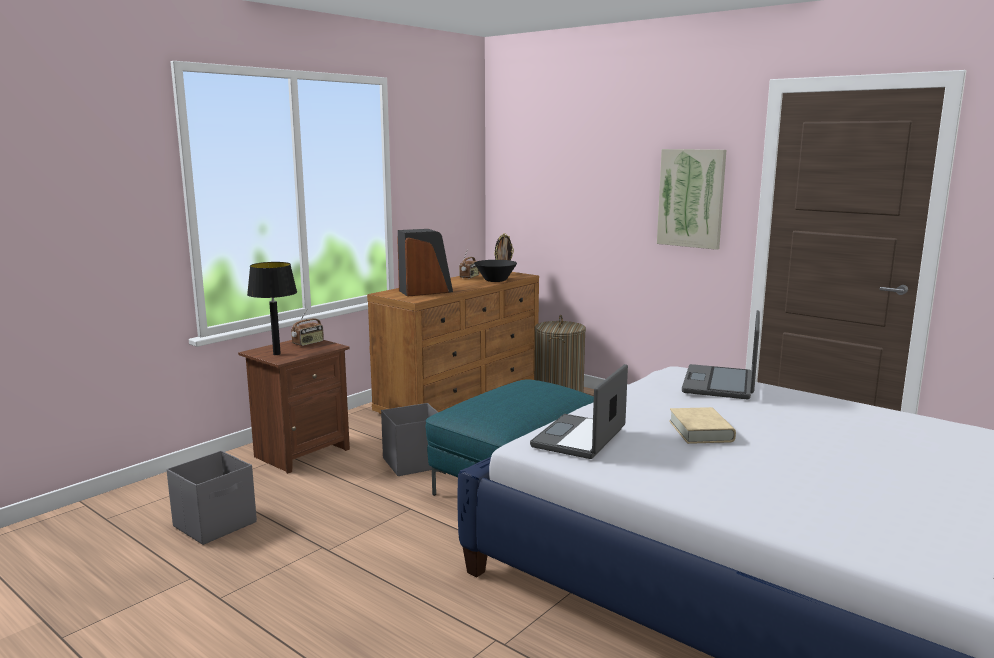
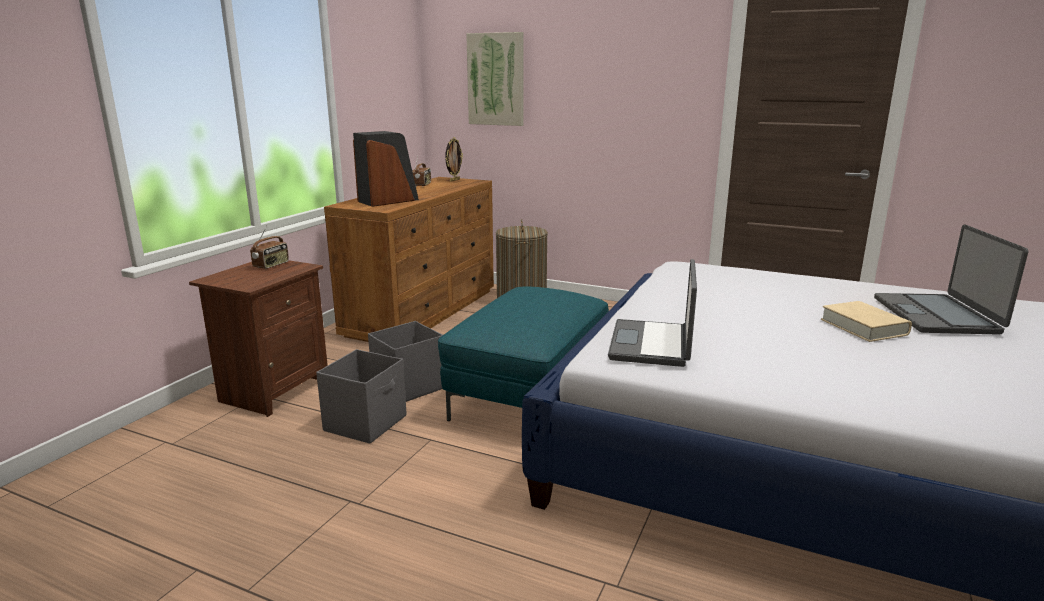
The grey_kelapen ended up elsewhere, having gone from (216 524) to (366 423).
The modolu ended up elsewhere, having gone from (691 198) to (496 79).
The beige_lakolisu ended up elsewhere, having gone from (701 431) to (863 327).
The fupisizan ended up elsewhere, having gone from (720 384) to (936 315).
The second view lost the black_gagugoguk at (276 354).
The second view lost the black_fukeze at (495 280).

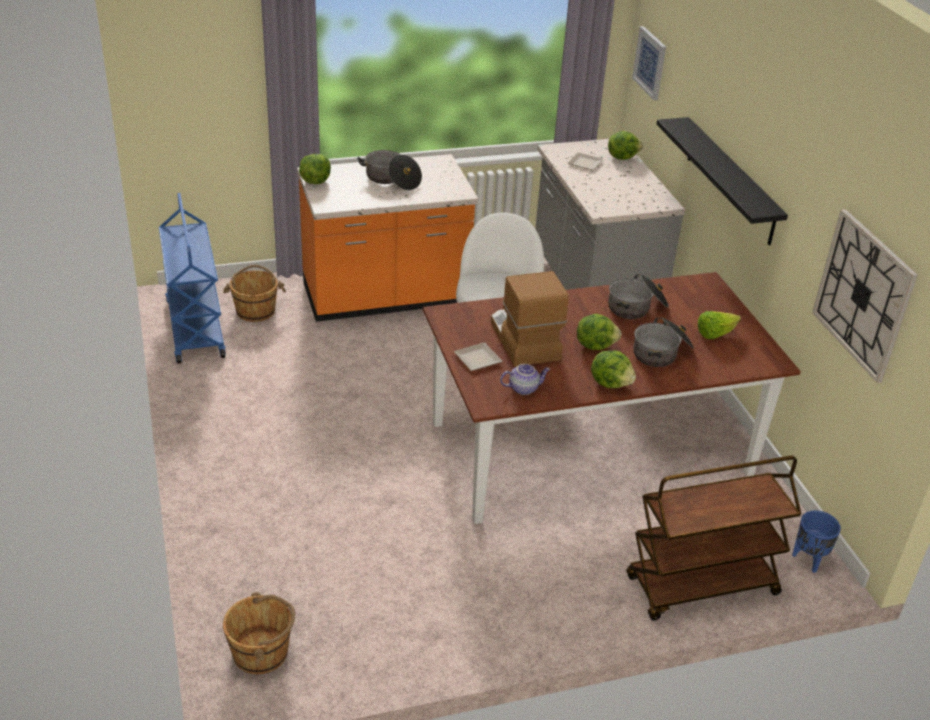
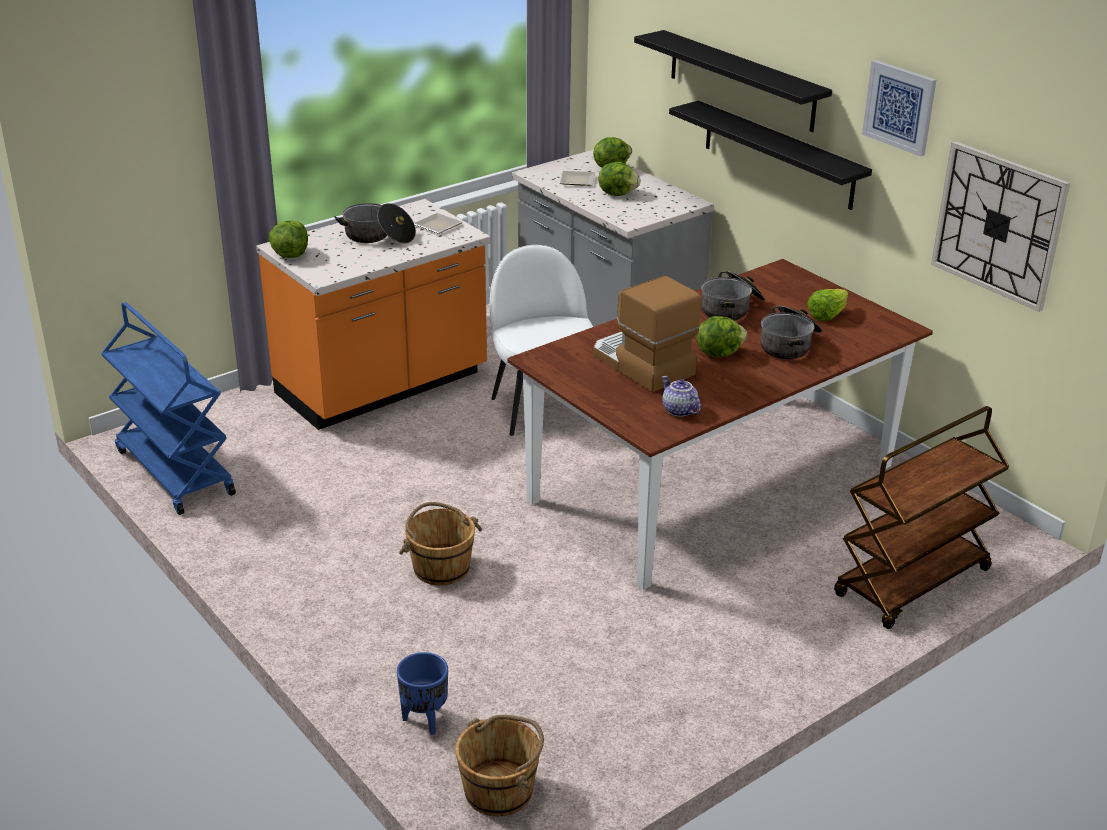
The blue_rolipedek ended up elsewhere, having gone from (809 560) to (425 720).
The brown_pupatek ended up elsewhere, having gone from (255 310) to (441 567).
The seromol ended up elsewhere, having gone from (479 359) to (439 226).
The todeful ended up elsewhere, having gone from (611 383) to (617 193).
The second view gained the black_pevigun at (741 80).
The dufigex at (523 388) ended up facing another way, 90 degrees counterclockwise from before.
The modolu ended up elsewhere, having gone from (650 62) to (900 107).

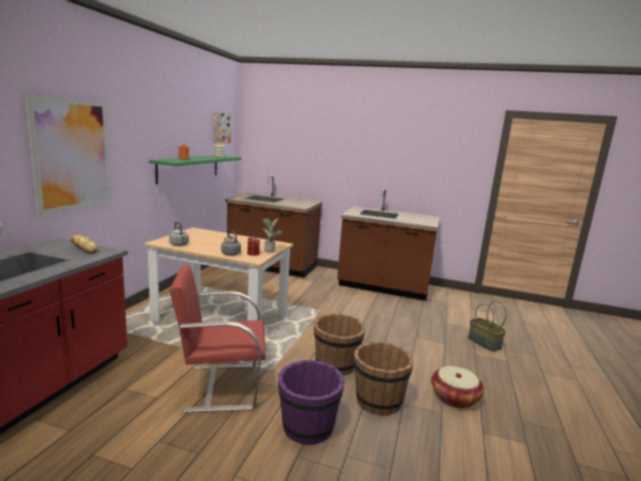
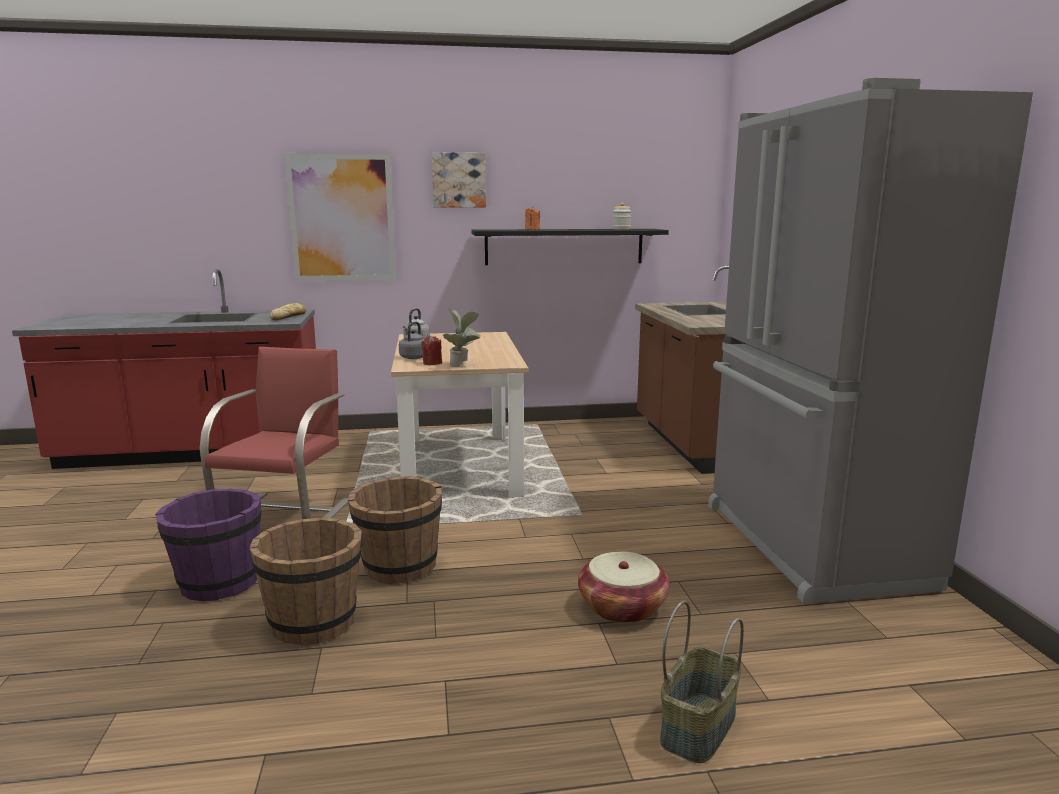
The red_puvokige at (220 386) ended up facing another way, 45 degrees clockwise from before.
The modolu ended up elsewhere, having gone from (221 127) to (458 180).
What was the green_pevigun at (189 168) turned into the black_pevigun at (564 246).
The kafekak ended up elsewhere, having gone from (454 398) to (622 607).
Where the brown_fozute stood at (383 287), the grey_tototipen came to stand at (809 545).

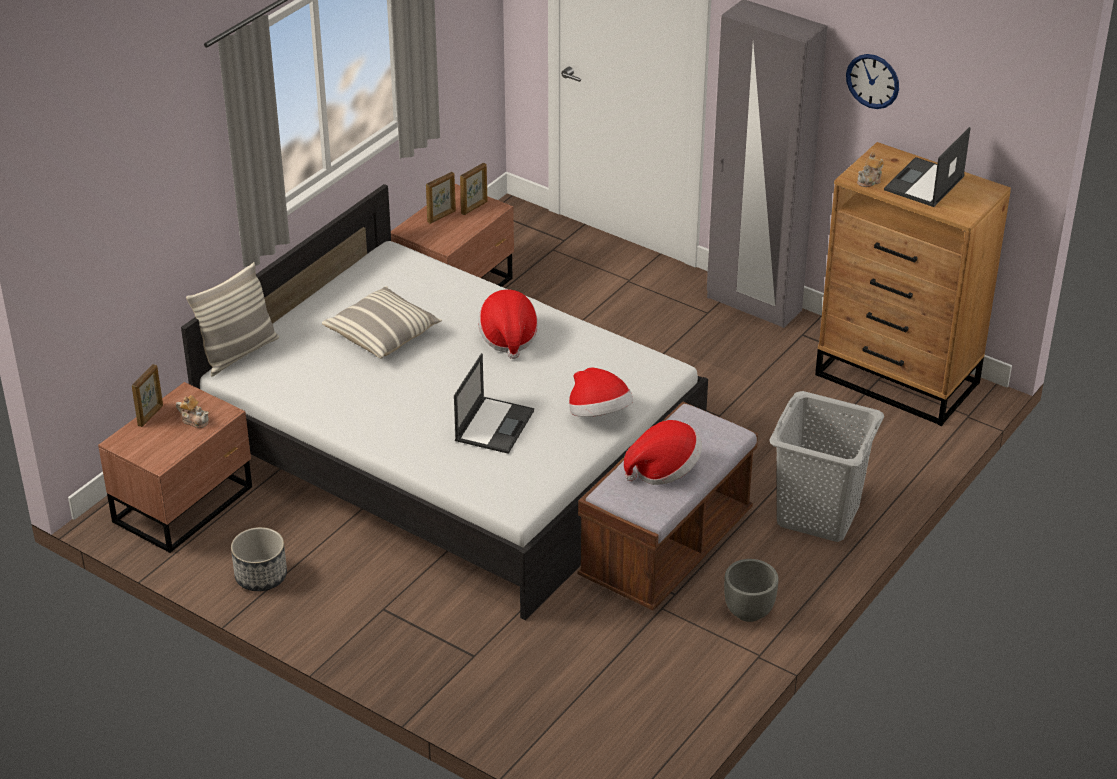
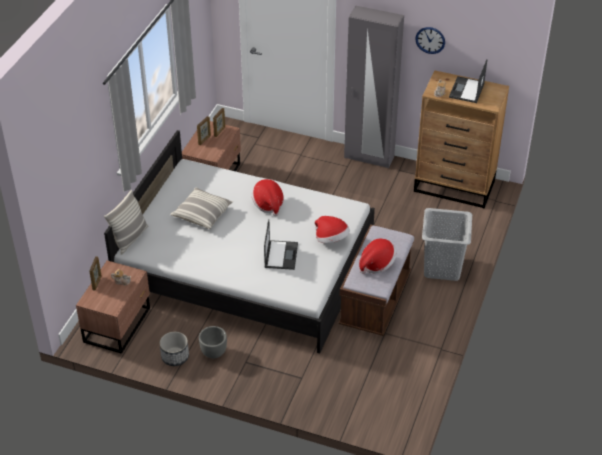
The grey_rolipedek ended up elsewhere, having gone from (748 612) to (213 353).

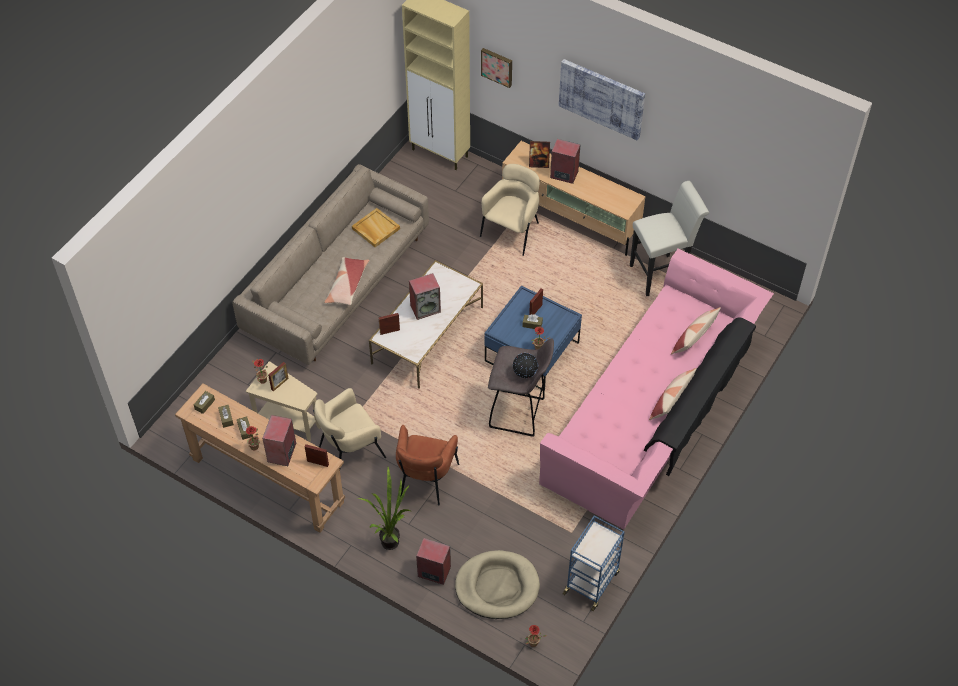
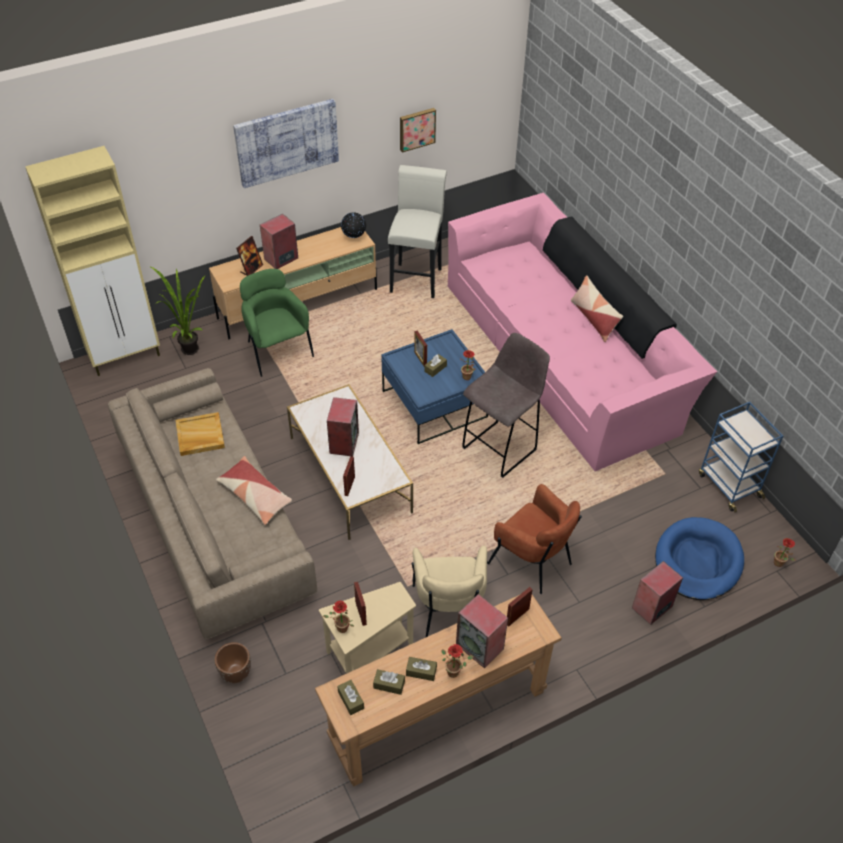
The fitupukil ended up elsewhere, having gone from (392 539) to (188 347).
The second view gained the brown_rolipedek at (235 673).
What was the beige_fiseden at (512 231) turned into the green_fiseden at (277 350).
The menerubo ended up elsewhere, having gone from (524 374) to (354 238).
The modolu ended up elsewhere, having gone from (497 66) to (416 129).
What was the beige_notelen at (497 586) turned into the blue_notelen at (697 561).
The second view lost the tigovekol at (694 338).

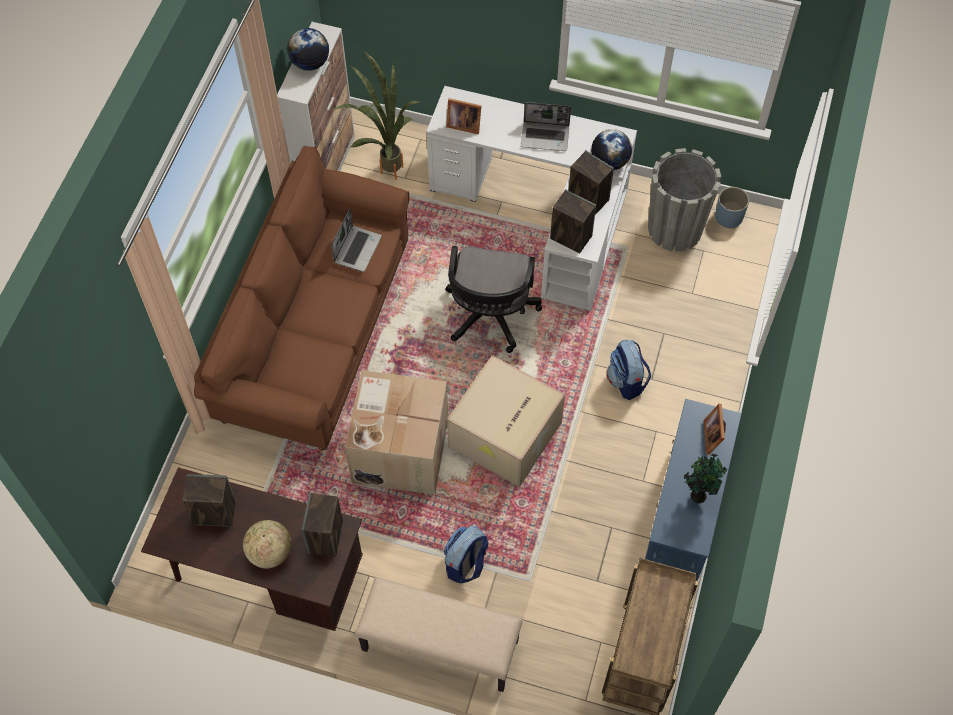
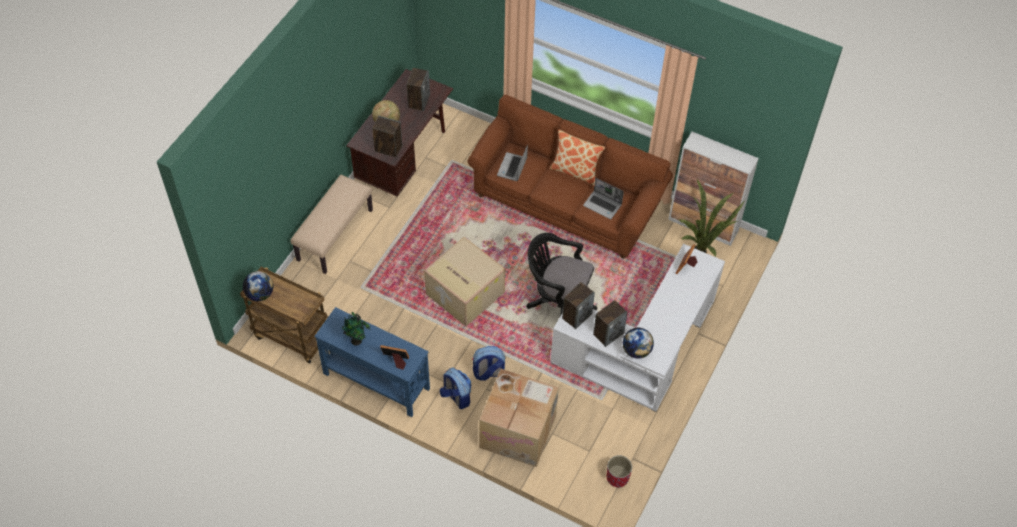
The menerubo ended up elsewhere, having gone from (310 63) to (260 294).
The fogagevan ended up elsewhere, having gone from (466 564) to (456 397).
The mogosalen ended up elsewhere, having gone from (399 450) to (519 431).
The fupisizan ended up elsewhere, having gone from (545 136) to (512 168).
The second view gained the tigovekol at (575 171).
What was the blue_rolipedek at (728 217) turned into the red_rolipedek at (617 477).
The second view lost the grey_rolipedek at (675 229).

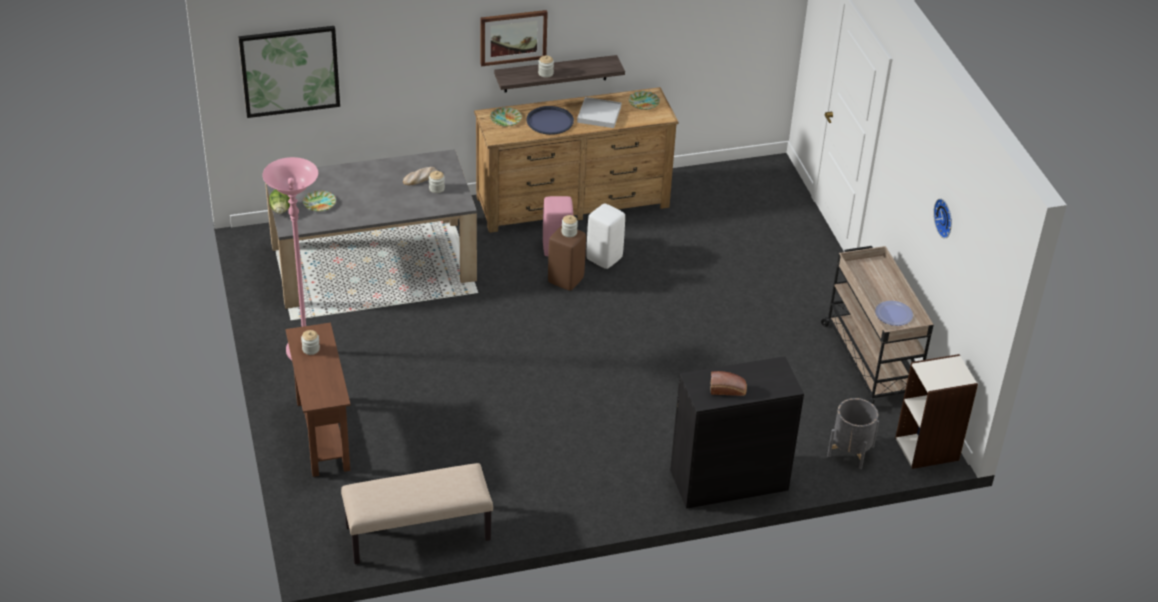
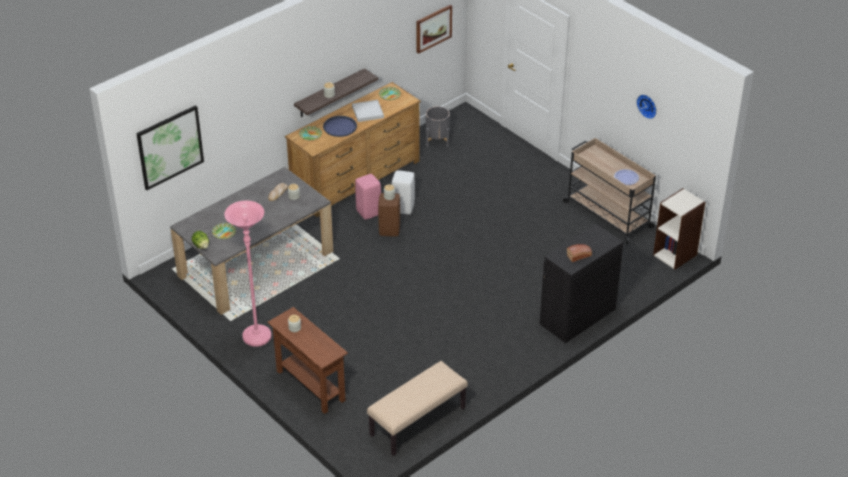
The modolu ended up elsewhere, having gone from (513 37) to (433 28).
The grey_rolipedek ended up elsewhere, having gone from (850 451) to (437 140).

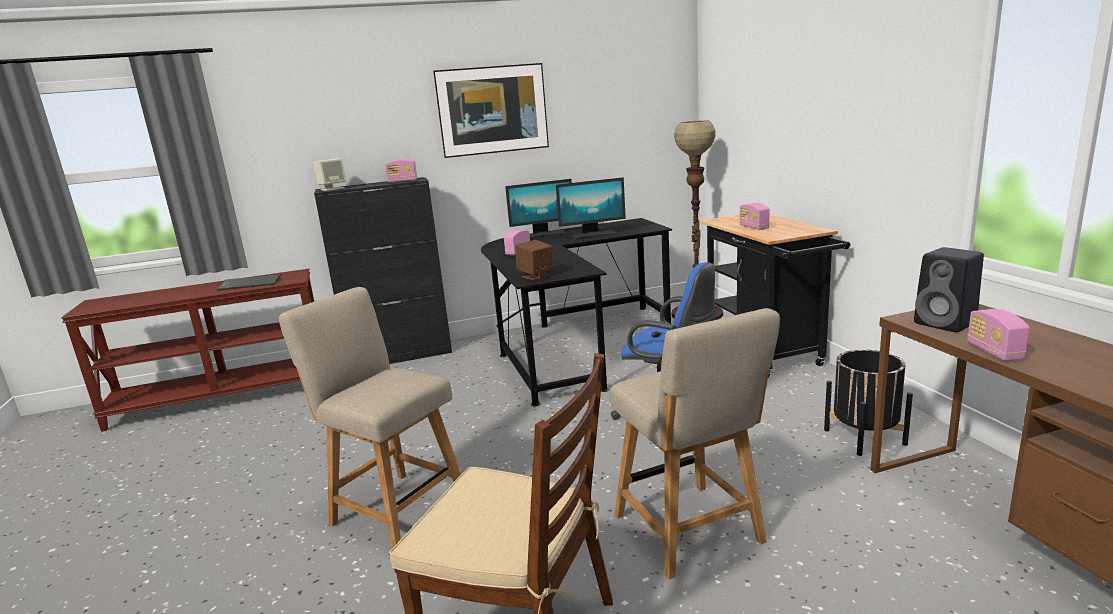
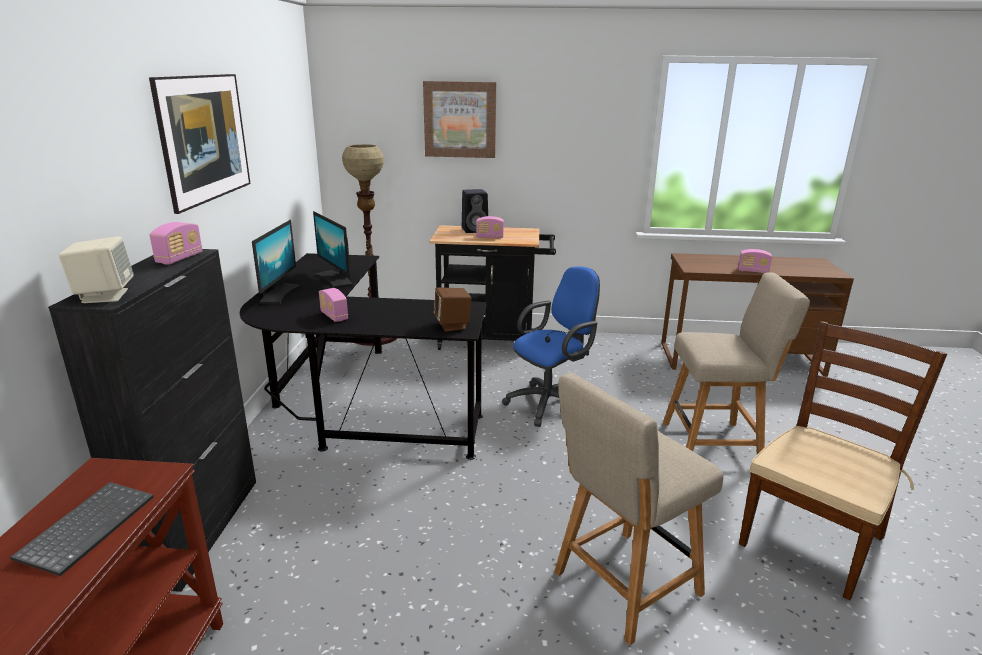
The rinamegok at (593 235) ended up facing another way, 135 degrees clockwise from before.
The second view gained the modolu at (460 119).
The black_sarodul ended up elsewhere, having gone from (947 323) to (475 230).
The second view lost the black_rolipedek at (864 437).

